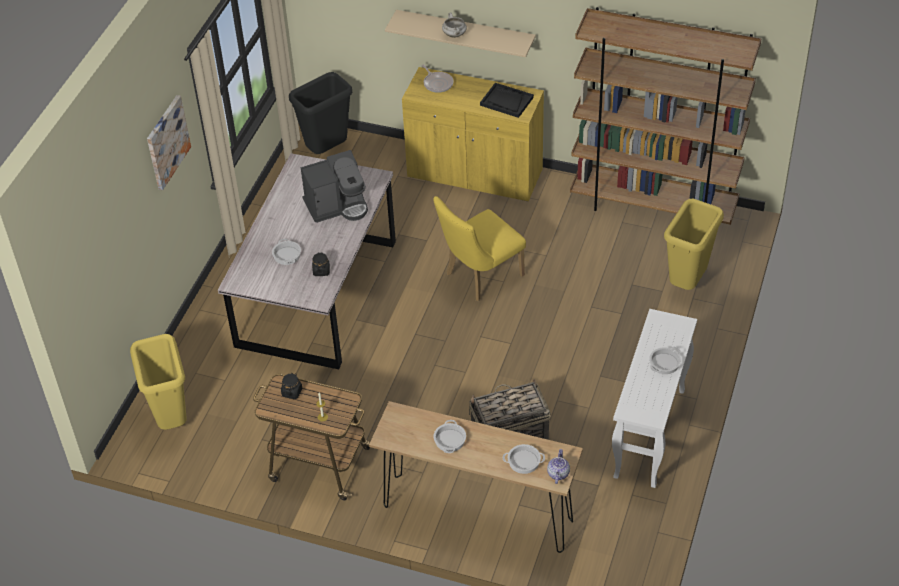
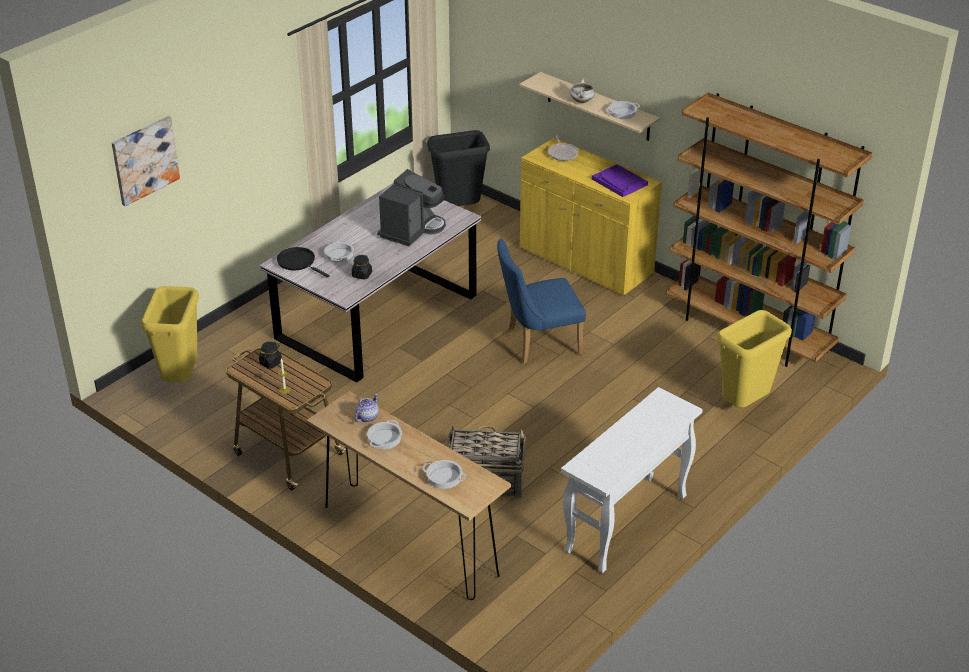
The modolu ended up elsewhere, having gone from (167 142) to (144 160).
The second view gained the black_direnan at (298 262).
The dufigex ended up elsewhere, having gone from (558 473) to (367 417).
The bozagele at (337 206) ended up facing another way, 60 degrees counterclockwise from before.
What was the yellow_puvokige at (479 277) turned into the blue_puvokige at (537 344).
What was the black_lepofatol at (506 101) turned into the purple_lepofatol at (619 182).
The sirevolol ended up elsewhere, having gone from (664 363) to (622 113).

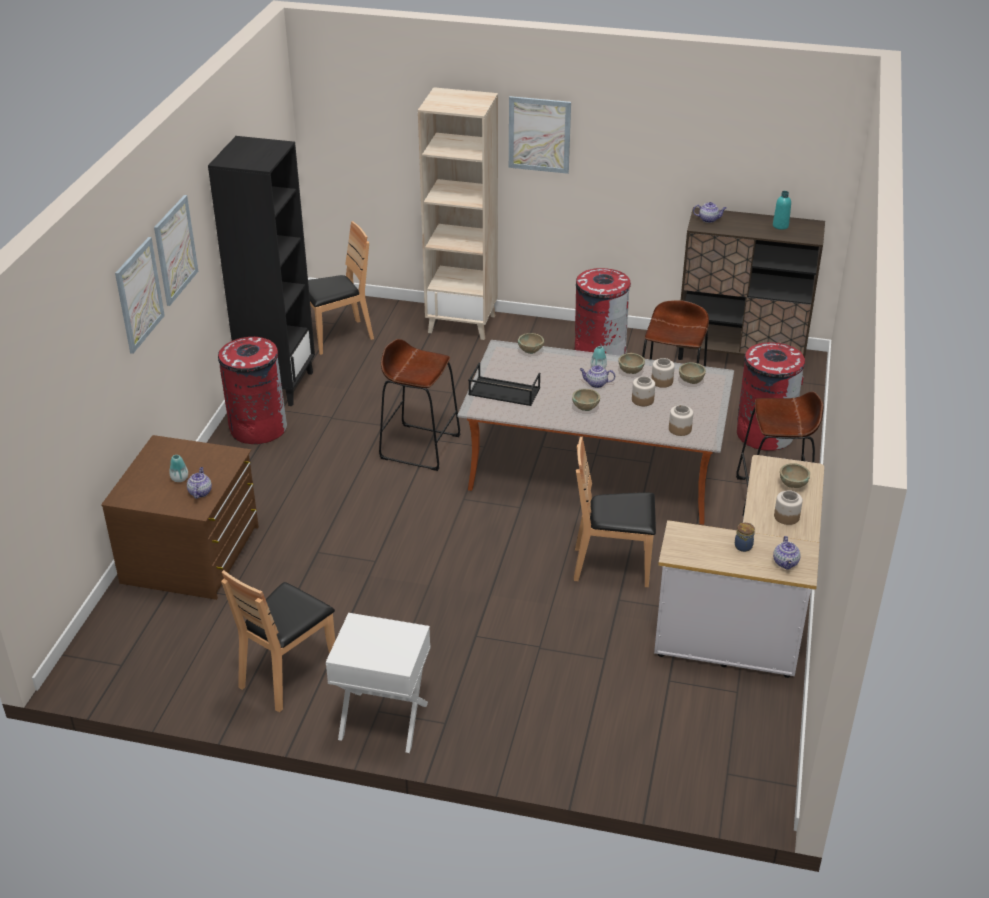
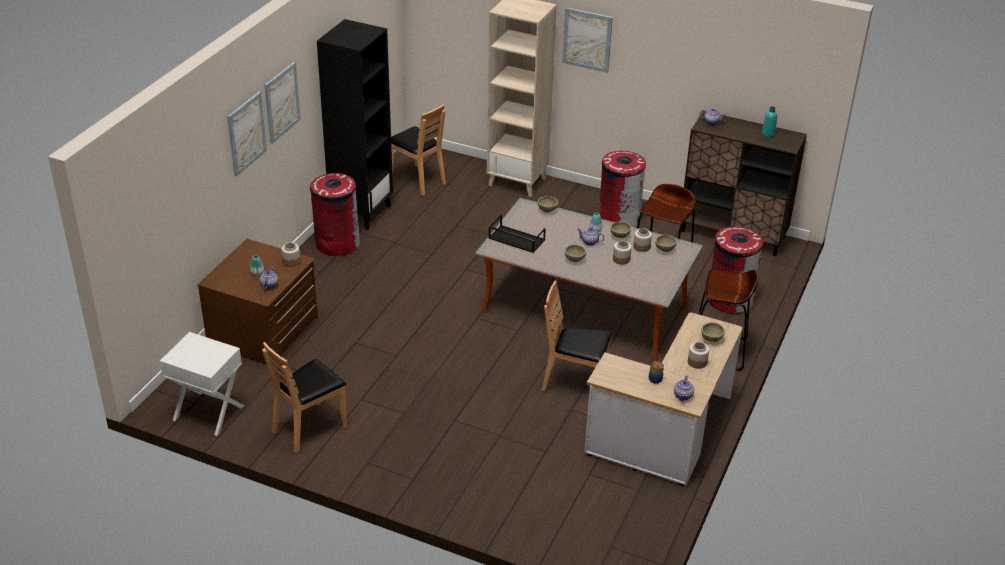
The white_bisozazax ended up elsewhere, having gone from (383 721) to (208 413).
The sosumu ended up elsewhere, having gone from (679 429) to (291 261).
The brown_puvokige at (338 337) ended up facing another way, 60 degrees clockwise from before.
The second view lost the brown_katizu at (420 447).

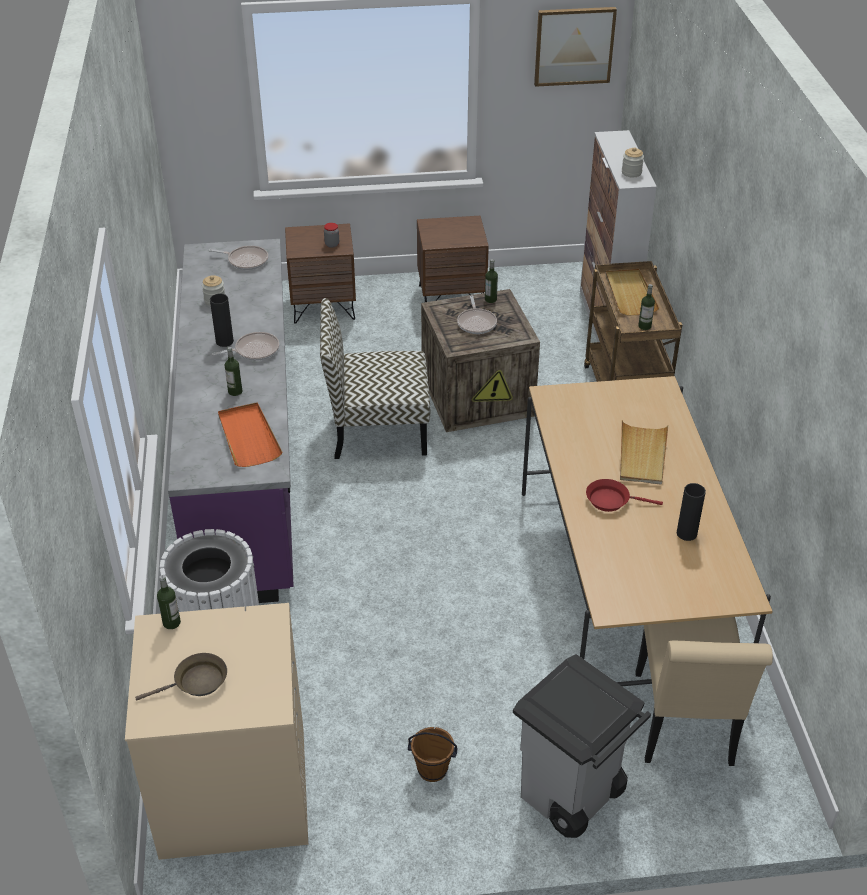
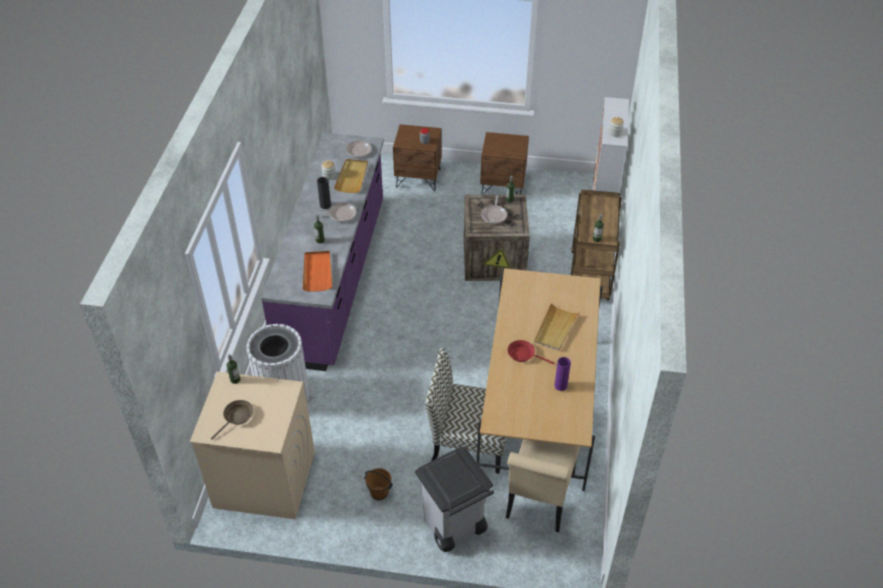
The brown_direnan at (196 682) ended up facing another way, 45 degrees counterclockwise from before.
The beige_lepofatol ended up elsewhere, having gone from (630 294) to (352 177).
The puvokige ended up elsewhere, having gone from (377 430) to (468 442).
What was the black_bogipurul at (686 533) turned into the purple_bogipurul at (560 385).
The second view lost the modolu at (574 46).

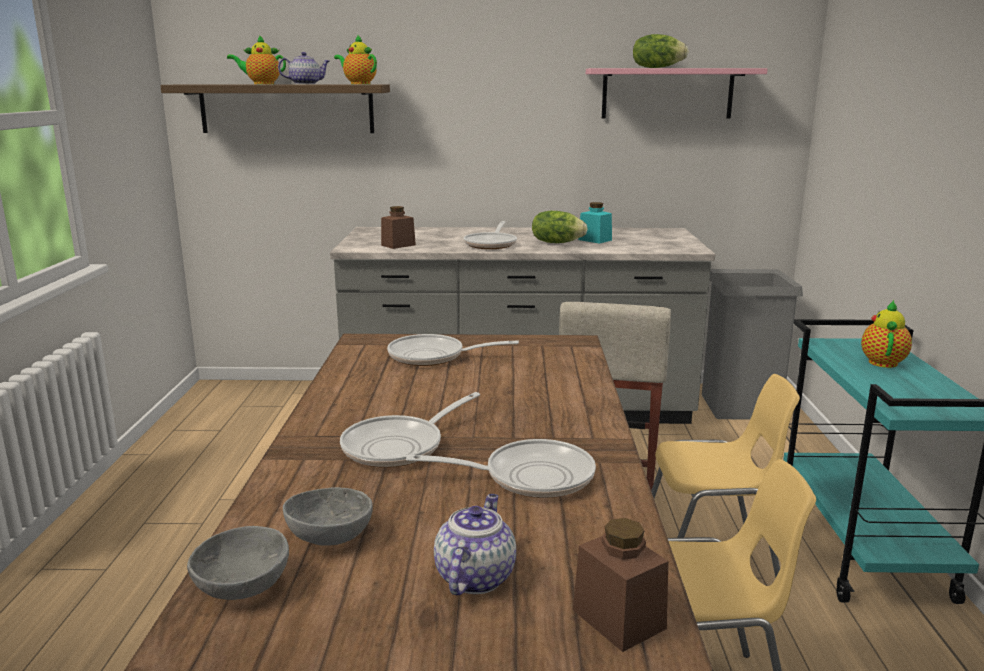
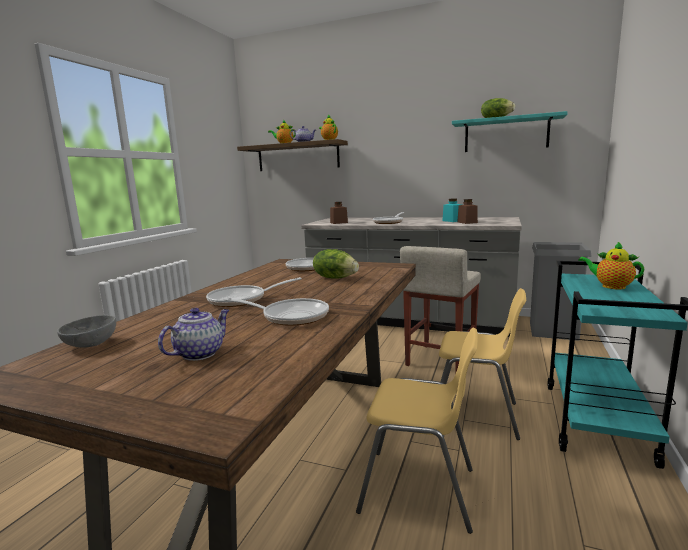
The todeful ended up elsewhere, having gone from (557 242) to (335 278).
What was the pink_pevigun at (667 93) turned into the turquoise_pevigun at (506 134).
The brown_sosumu ended up elsewhere, having gone from (618 619) to (467 222).
The dufigex at (882 361) ended up facing another way, 90 degrees counterclockwise from before.
The second view lost the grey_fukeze at (330 535).

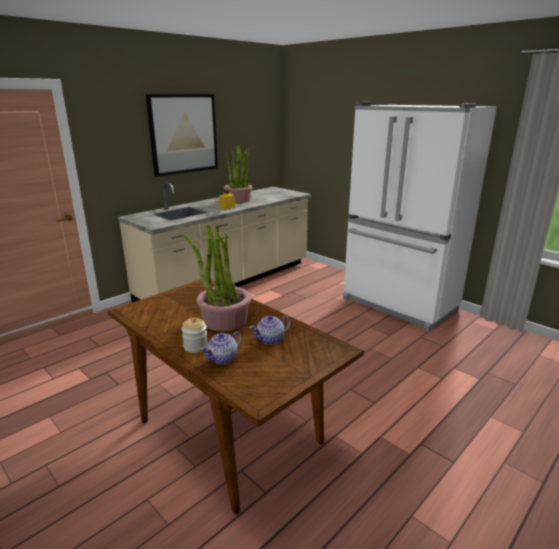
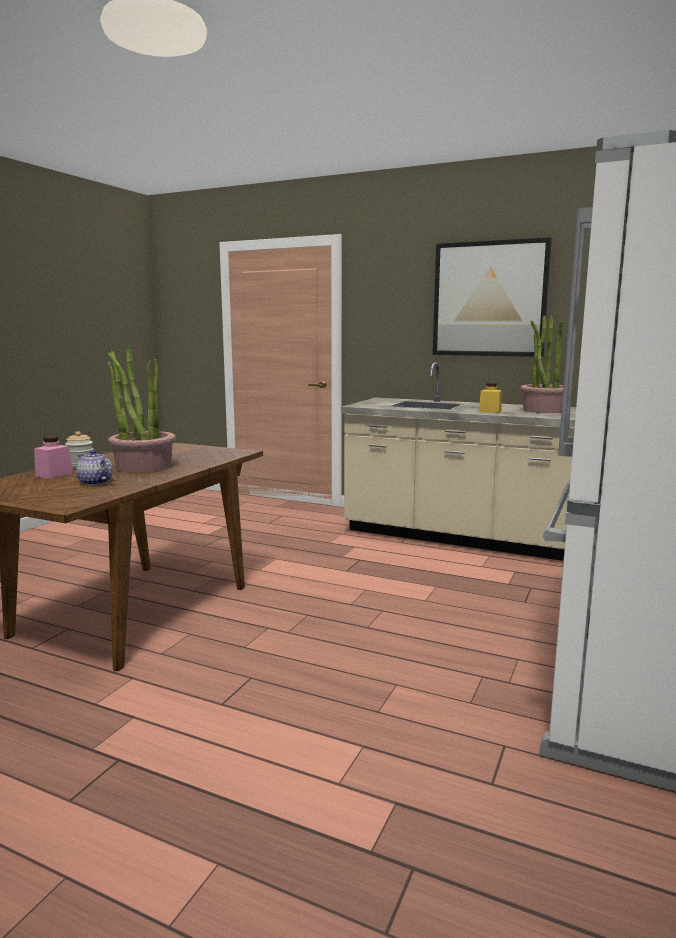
Where the dufigex stood at (223 358), the pink_sosumu came to stand at (54 474).

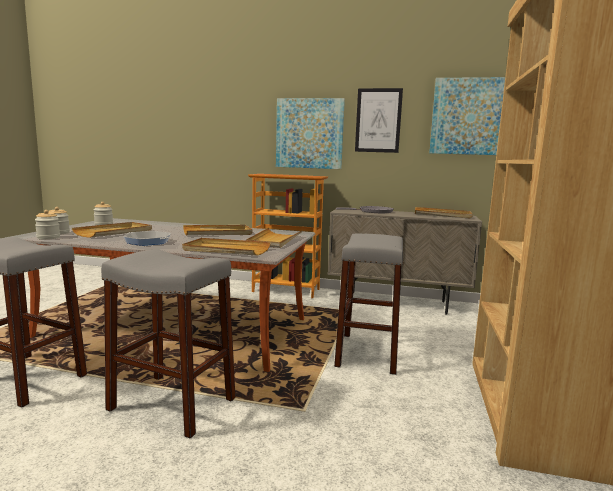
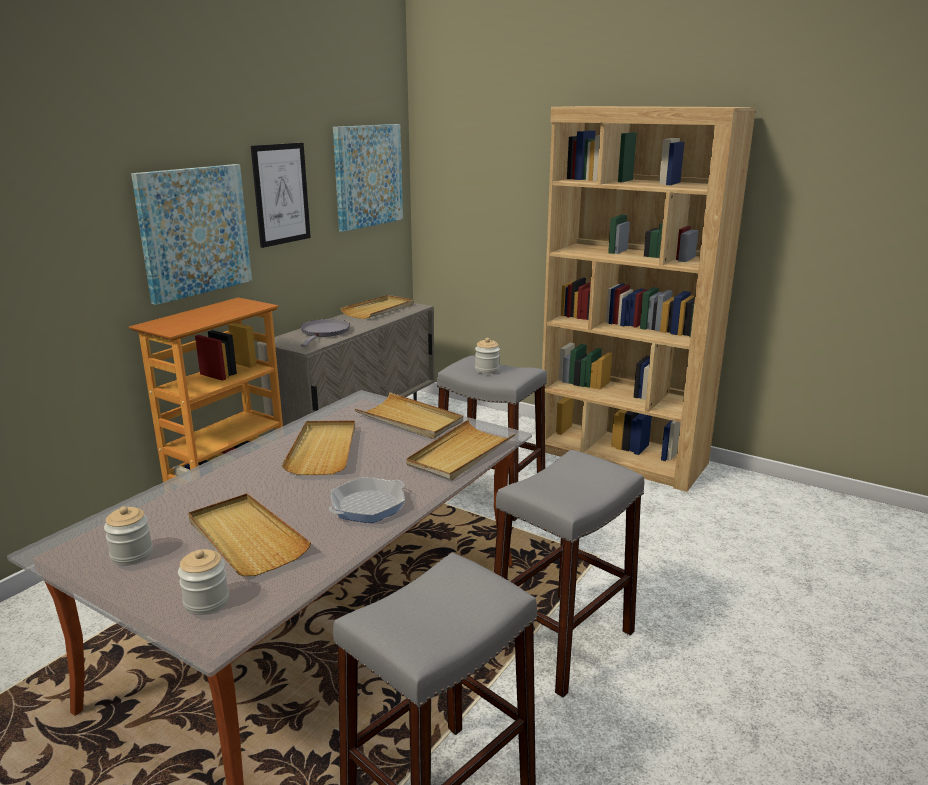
The sosumu ended up elsewhere, having gone from (48 237) to (487 370).

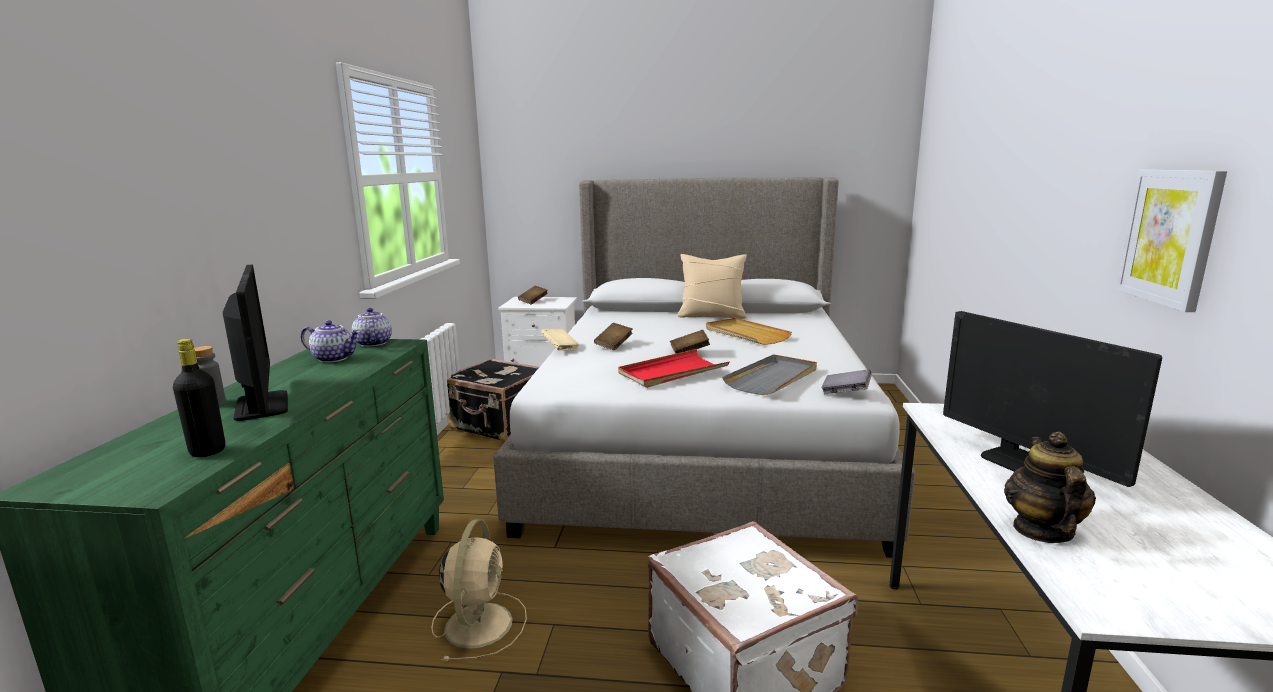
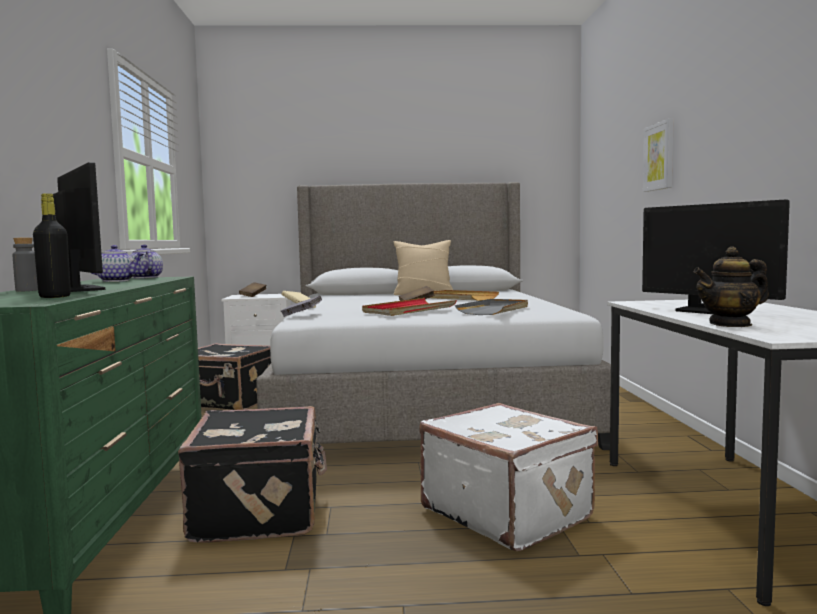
Where the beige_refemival stood at (479 623), the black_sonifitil came to stand at (260 511).
The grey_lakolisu ended up elsewhere, having gone from (845 393) to (301 315).
The modolu ended up elsewhere, having gone from (1170 236) to (659 156).
The dufigex at (1042 530) ended up facing another way, 105 degrees counterclockwise from before.
The second view lost the brown_lakolisu at (614 345).

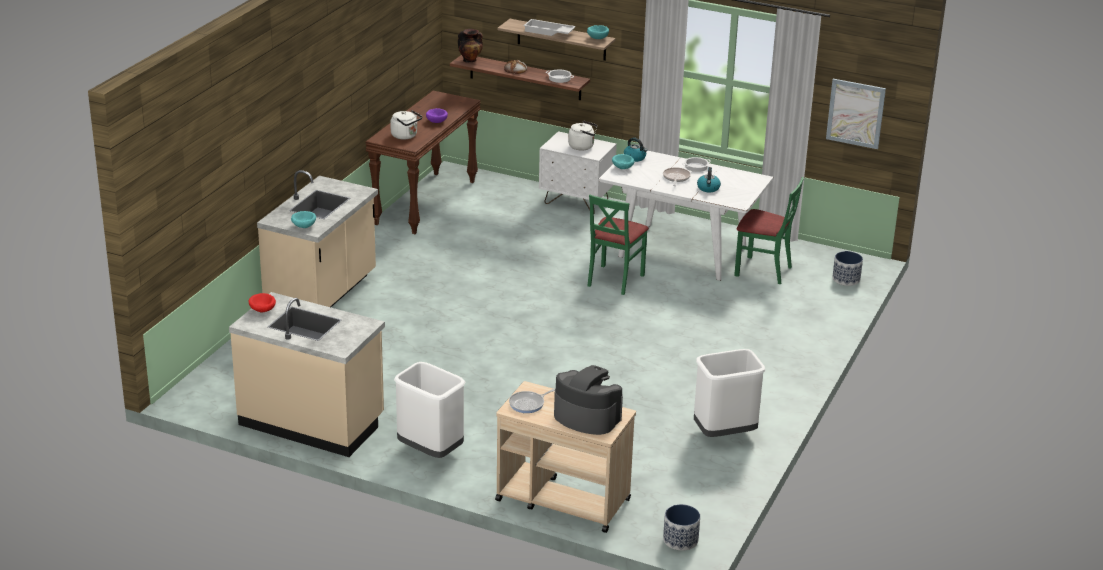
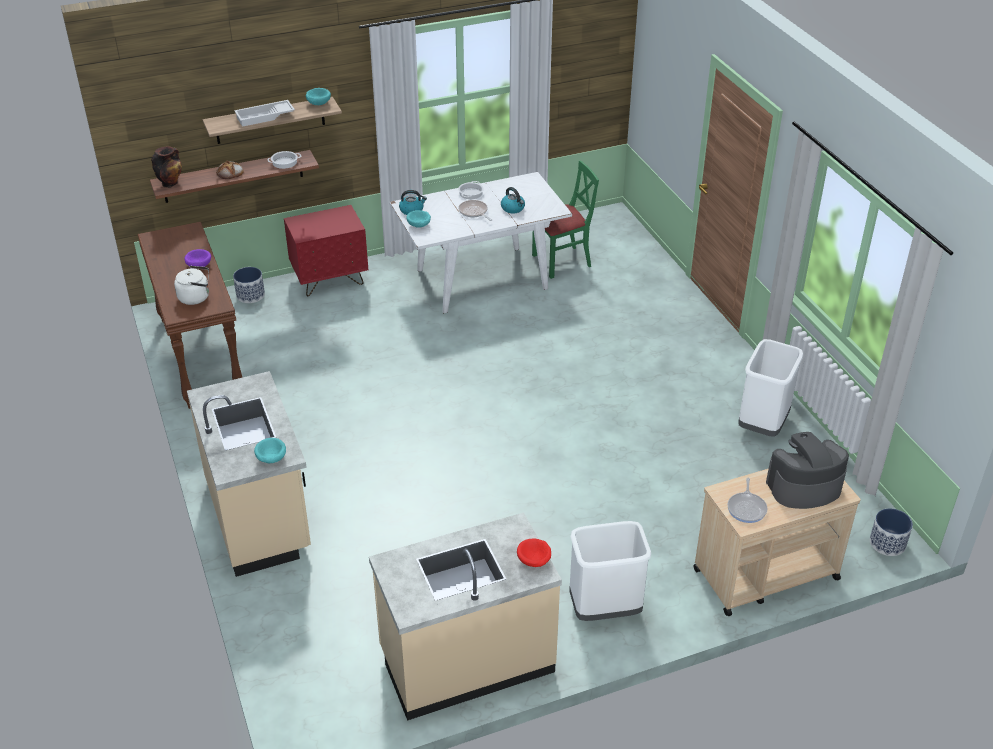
The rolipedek ended up elsewhere, having gone from (845 279) to (250 295).
What was the white_bisozazax at (576 202) turned into the red_bisozazax at (330 280).
The red_fukeze ended up elsewhere, having gone from (262 310) to (534 561).
The second view lost the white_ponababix at (583 146).
The second view lost the green_puvokige at (614 279).
The second view lost the modolu at (855 113).

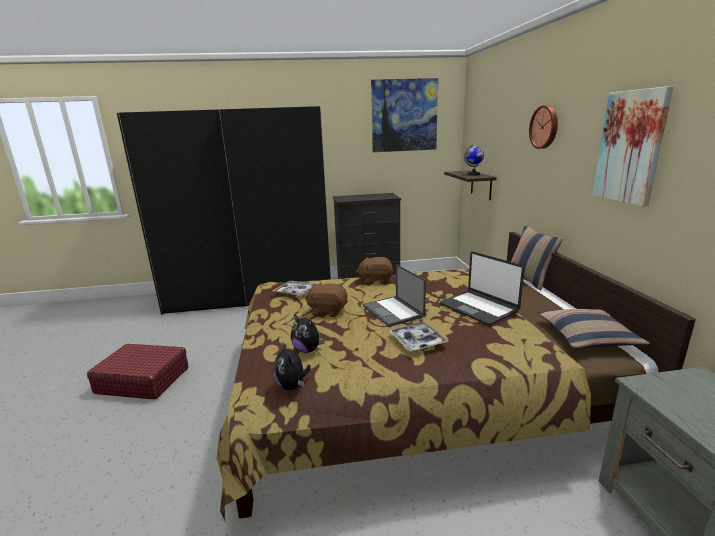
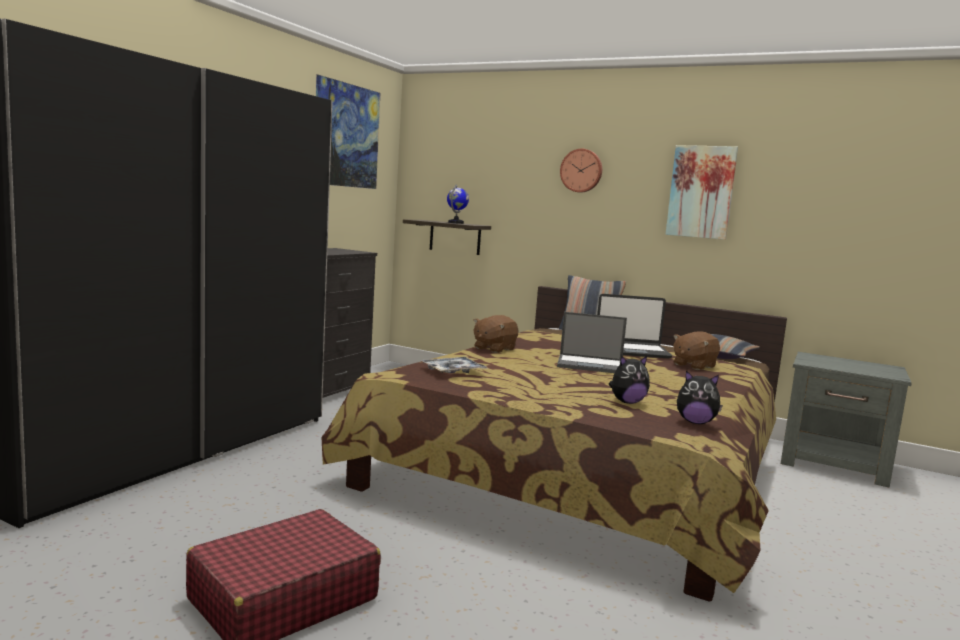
The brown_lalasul ended up elsewhere, having gone from (328 311) to (693 365).
The second view lost the lepofatol at (417 341).

